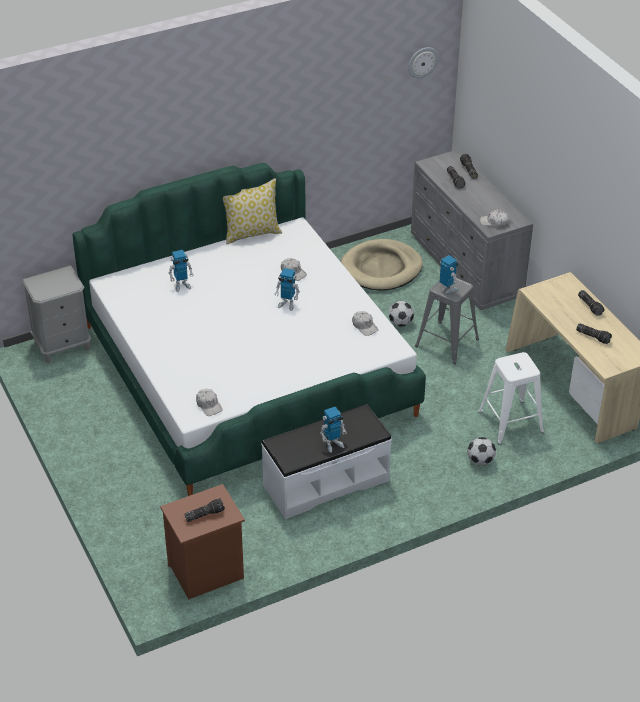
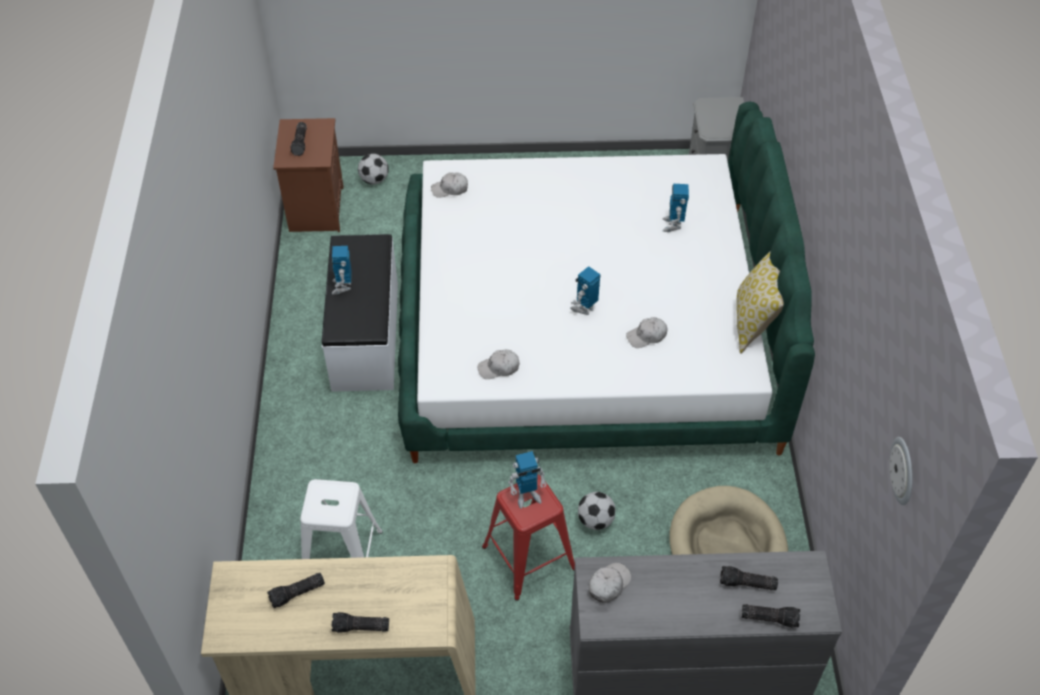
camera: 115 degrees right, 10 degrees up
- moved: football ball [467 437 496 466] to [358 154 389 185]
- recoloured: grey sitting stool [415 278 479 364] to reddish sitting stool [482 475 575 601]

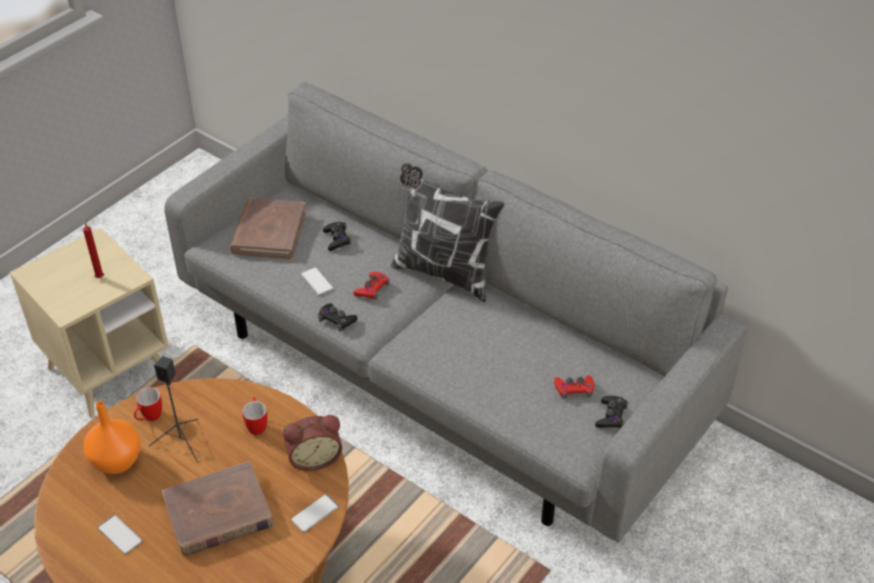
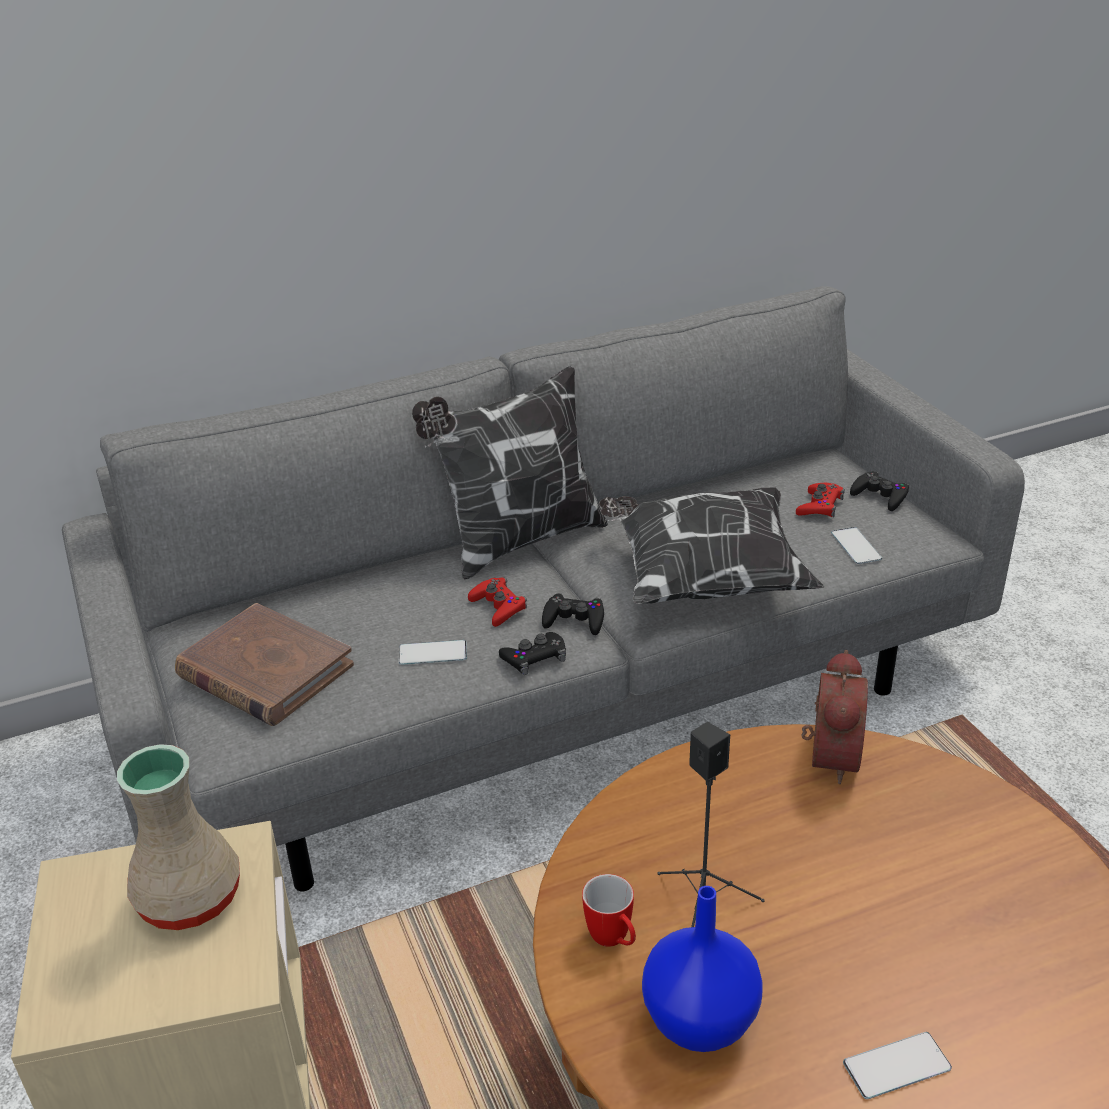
camera: 60 degrees left, 10 degrees down
- replaced: reddish wax candle [83 218 104 278] to beige decorative vase [117 744 240 930]
- moved: blackish gamepad [323 222 351 251] to [542 593 604 635]
- added: pillow [599 488 824 604]
- recoloured: orange-coloured decorative vase [83 401 140 474] to bluish decorative vase [642 886 763 1052]
- moved: handset [291 494 339 532] to [831 527 882 564]
- removed: brown bound book [162 461 274 556]
- removed: coffee mug [242 397 267 435]

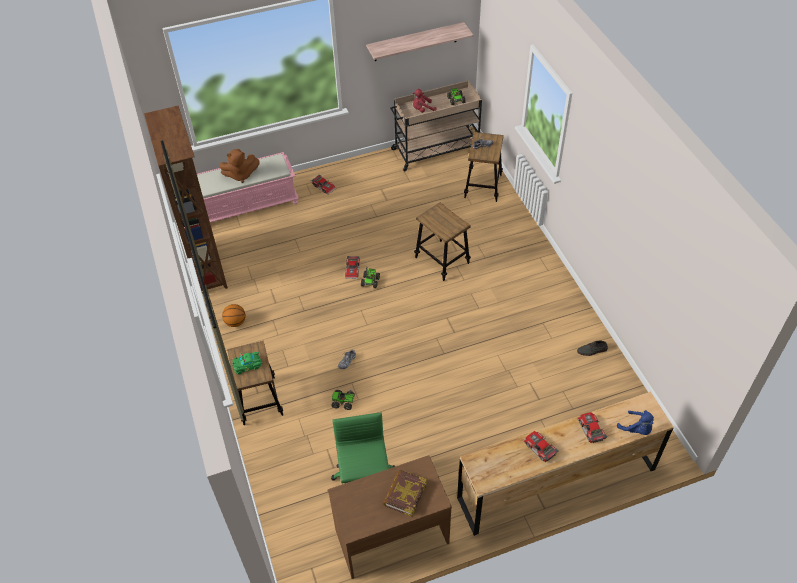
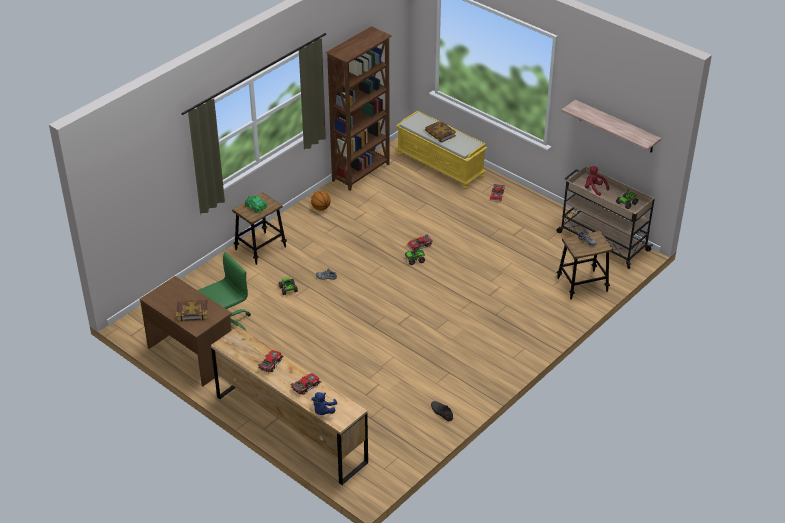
camera: 60 degrees right, 10 degrees down
- recoloured: pink-coloured indoor bench [197 152 299 222] to yellow indoor bench [396 111 488 189]
- replaced: brown plush toy [219 149 260 183] to bound book [425 120 456 143]
- removed: sitting stool [414 202 471 281]

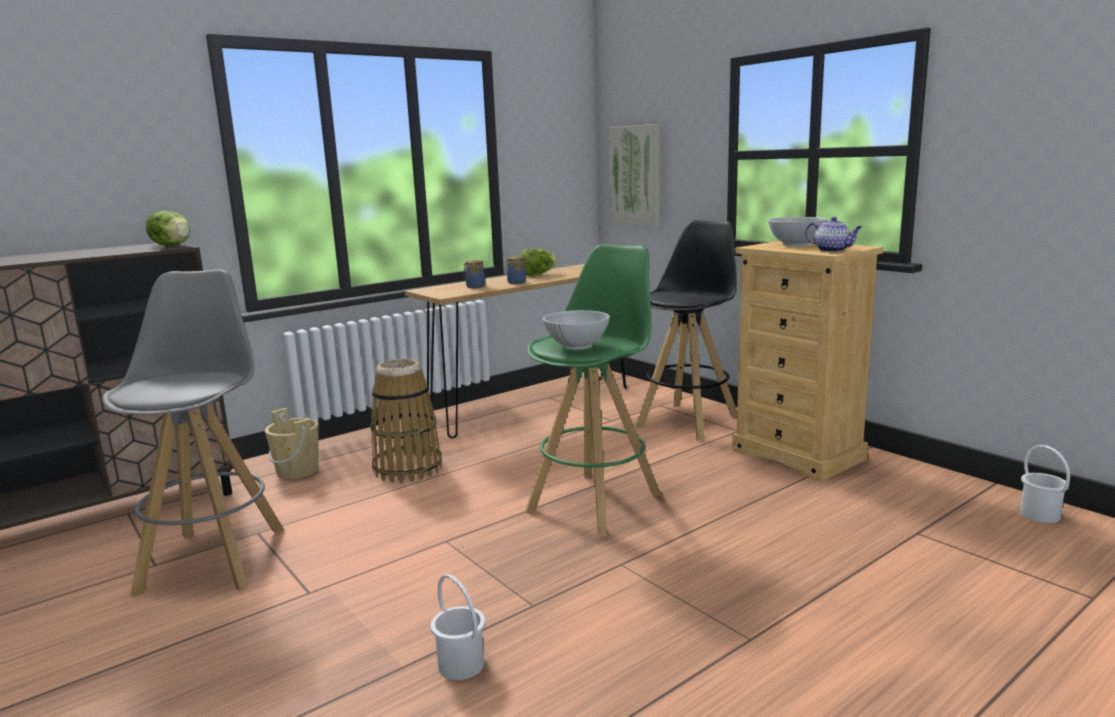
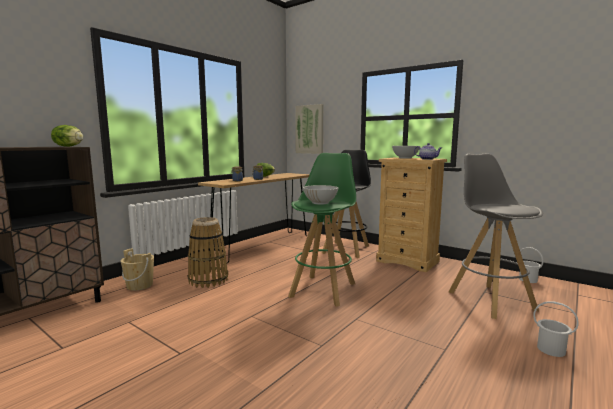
camera: 15 degrees left, 5 degrees down
- moved: grey sitting stool [102 269 284 598] to [448 153 543 319]
- moved: whitish pail [431 574 485 680] to [533 301 579 357]

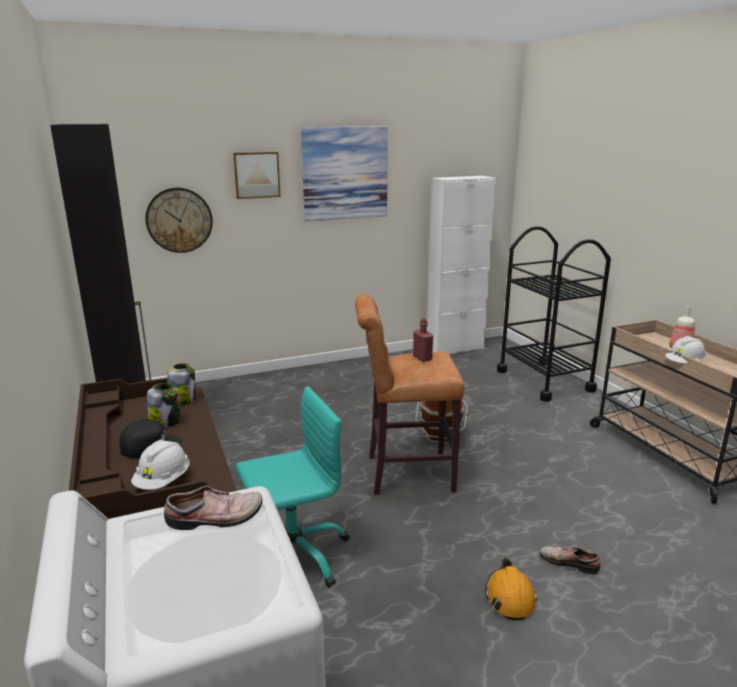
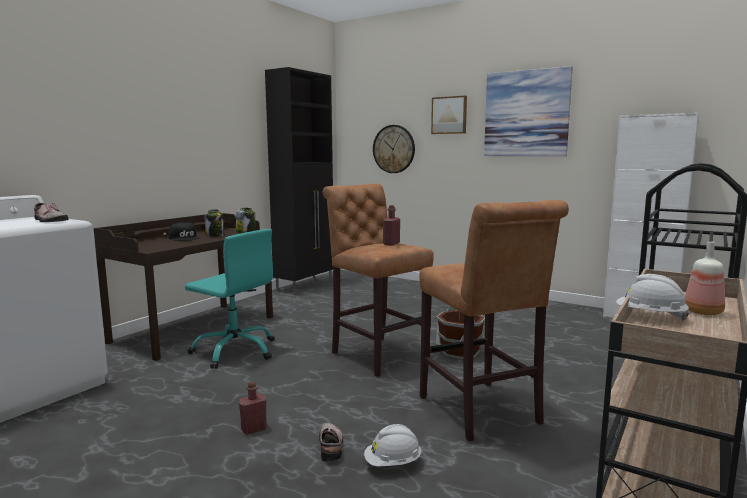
camera: 55 degrees right, 10 degrees down
- replaced: orange-coloured work helmet [485 558 537 620] to reddish bottle [239 381 267 435]
- moved: whitish work helmet [131 440 190 490] to [364 424 422 467]
- added: brown sitting stool [419 200 569 442]

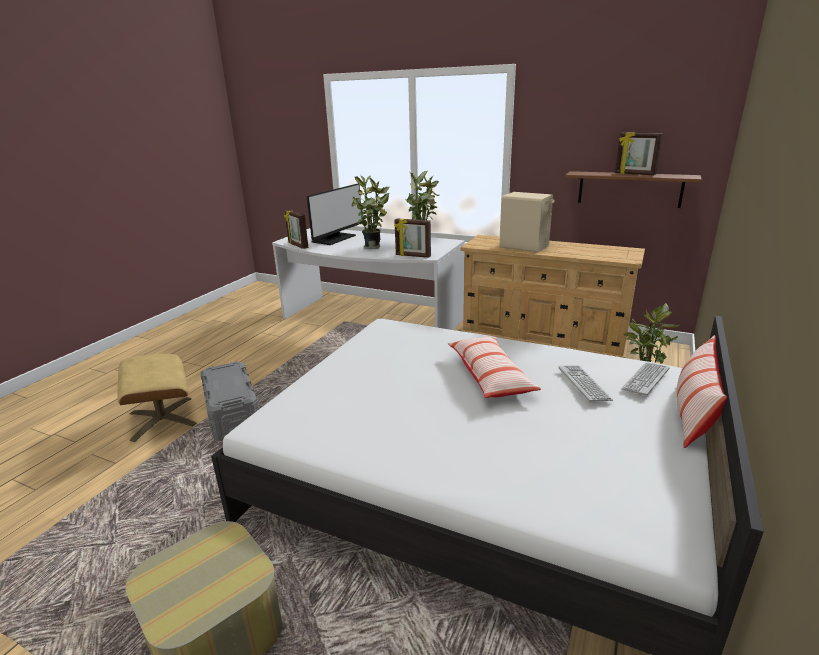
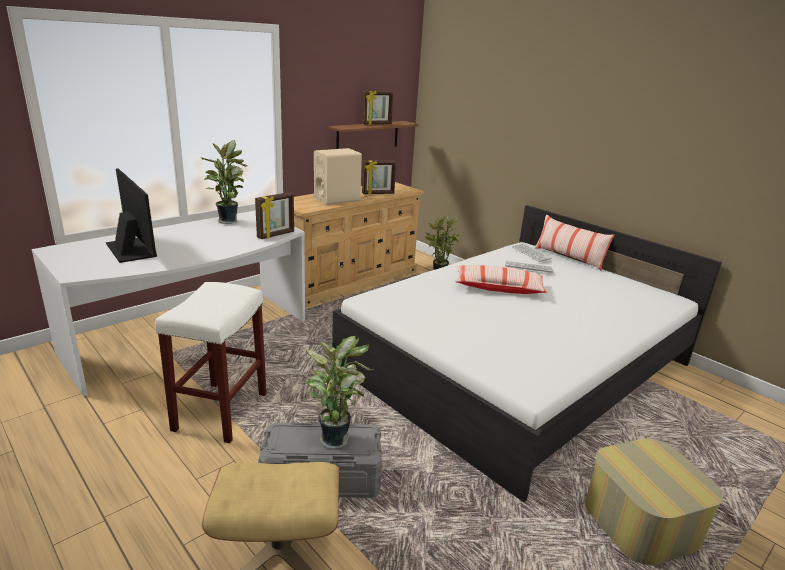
camera: 70 degrees left, 0 degrees up
- added: whitish sitting stool [155 282 267 443]
- moved: plant in a pot [352 176 389 249] to [306 336 374 449]
- moved: photo frame [284 210 308 249] to [362 160 396 195]

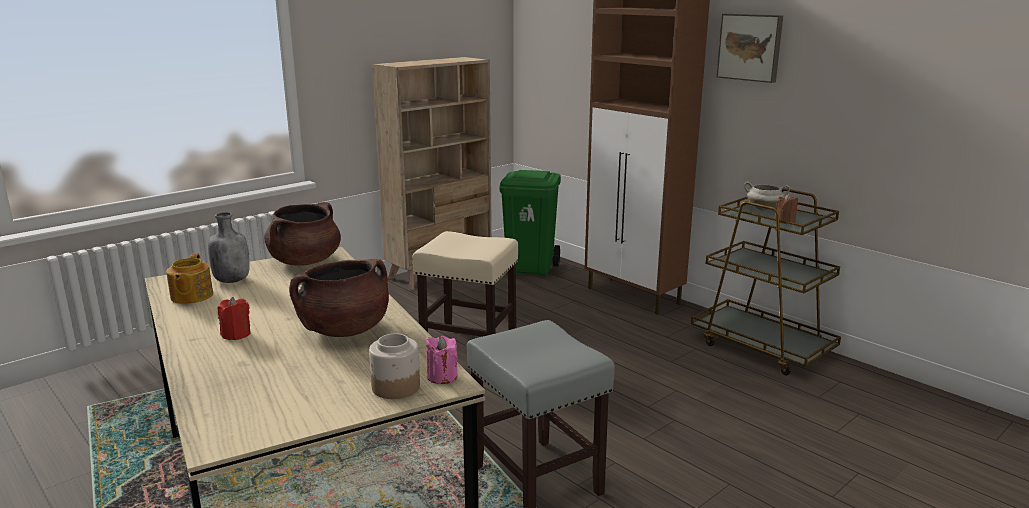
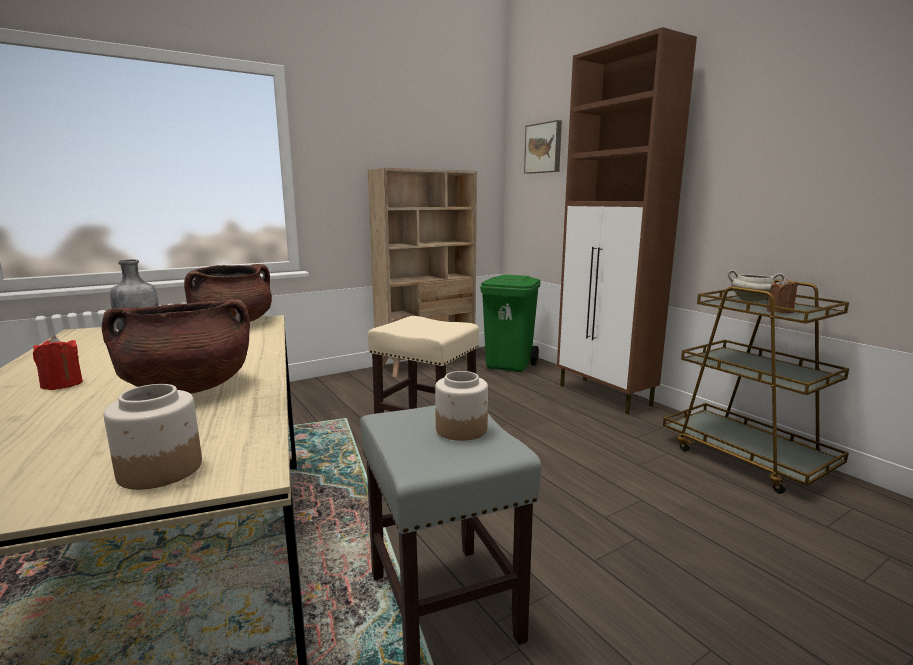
camera: 10 degrees right, 5 degrees down
- added: jar [435 371 488 441]
- moved: picture [717 14 783 83] to [524 120 562 174]
- removed: pot for tea [166 253 213 304]
- removed: pink-coloured wax candle [426 336 458 384]

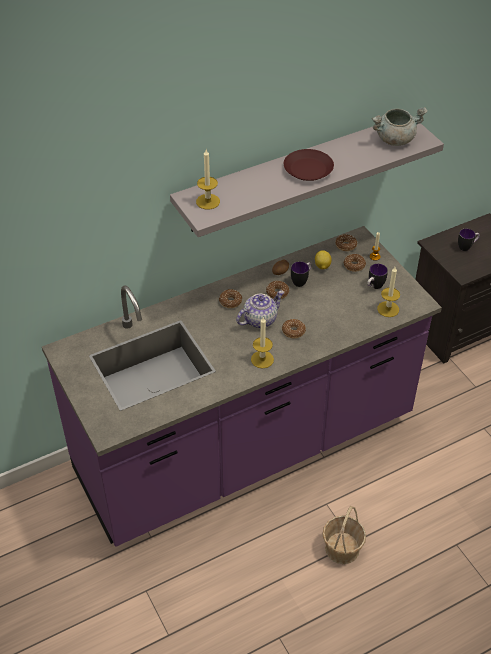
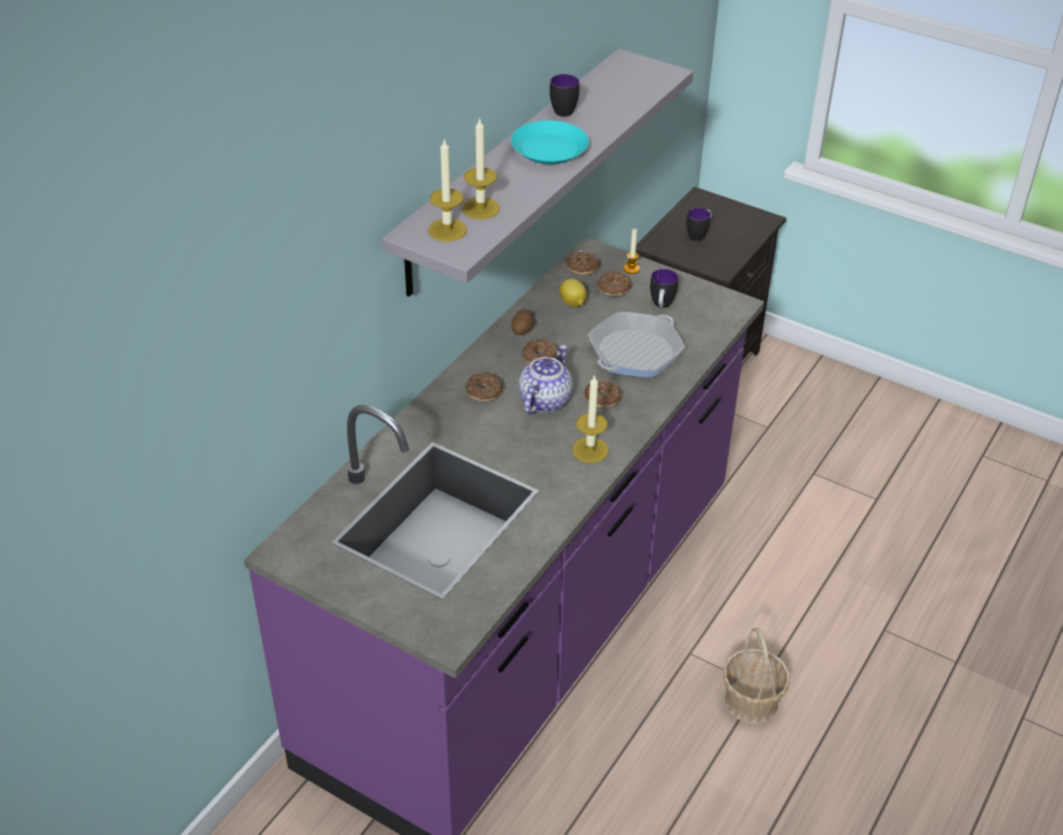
camera: 30 degrees left, 5 degrees down
- moved: wax candle [377 267 400 317] to [462 117 500 219]
- recoloured: brown plate [284 149 334 181] to turquoise-coloured plate [511 120 589 164]
- moved: coffee mug [291 262 311 287] to [550 74 579 117]
- added: pan [588 312 685 378]
- removed: grey stockpot [372 107 428 146]

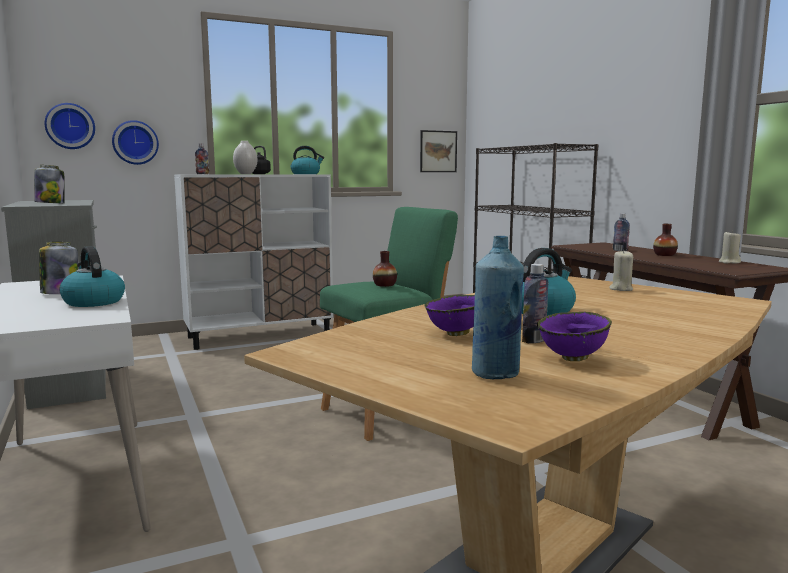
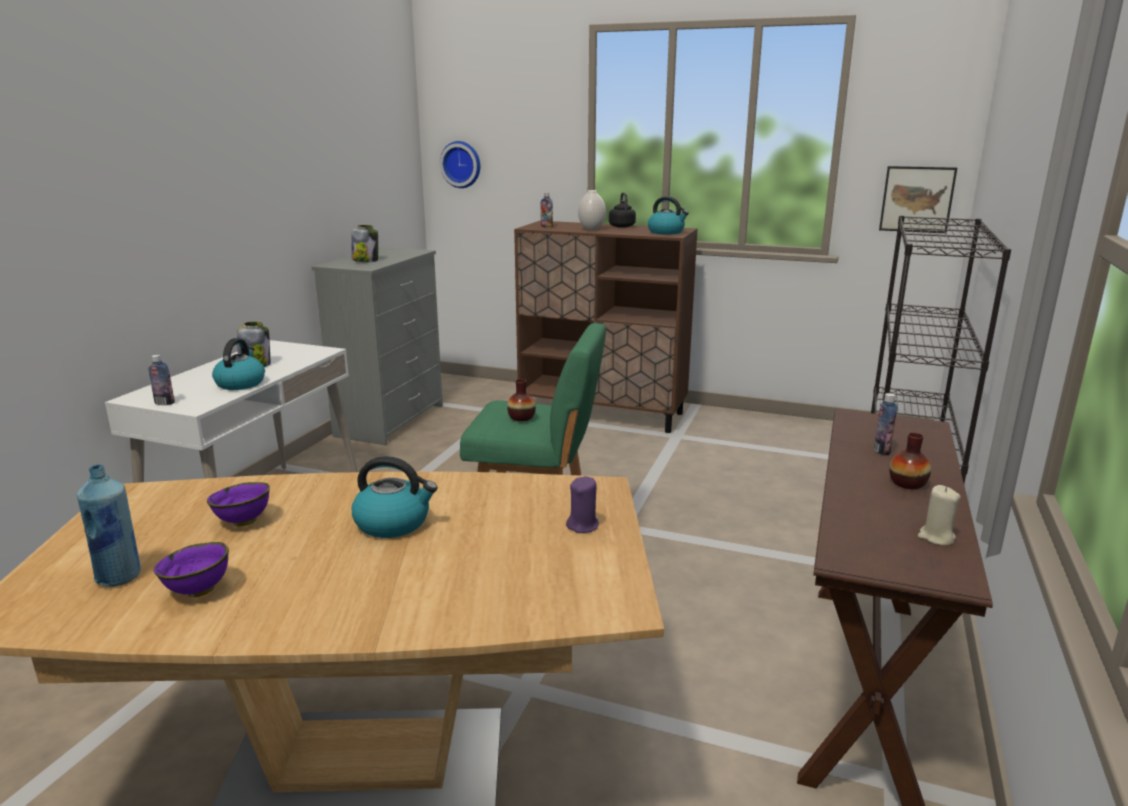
camera: 45 degrees right, 10 degrees up
- moved: bottle [522 264 548 343] to [148 355 175 405]
- recoloured: whitish cupboard [174 174 333 350] to brown cupboard [514 221 698 433]
- recoloured: beige wax candle [609 250 633 291] to purple-coloured wax candle [566 476 599 533]
- removed: hanging clock [112 120 159 165]

